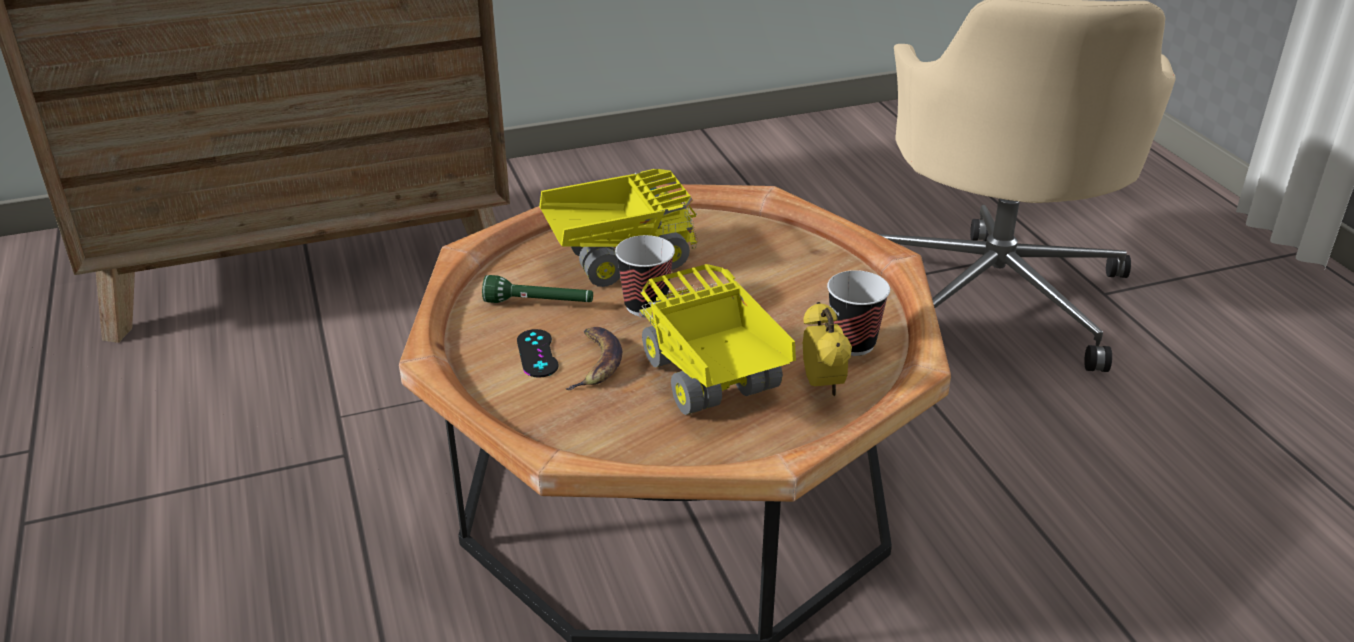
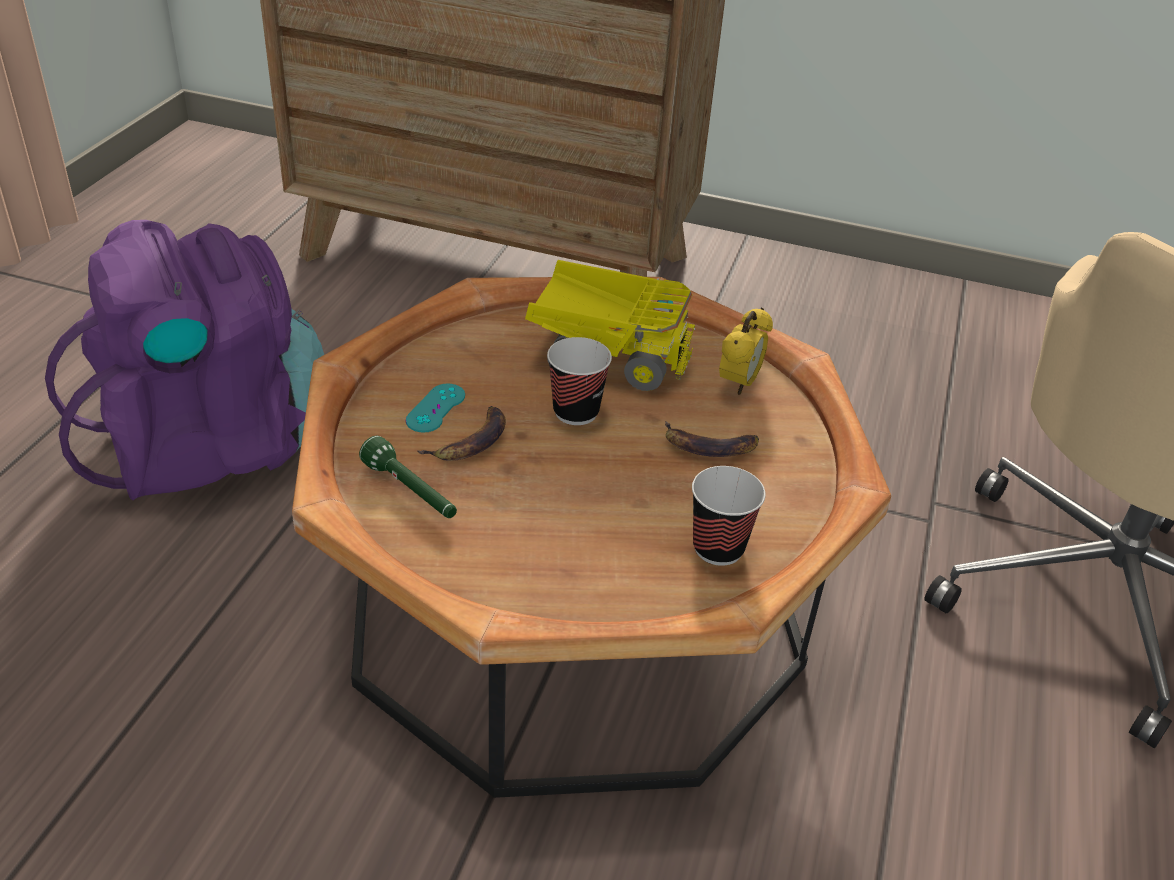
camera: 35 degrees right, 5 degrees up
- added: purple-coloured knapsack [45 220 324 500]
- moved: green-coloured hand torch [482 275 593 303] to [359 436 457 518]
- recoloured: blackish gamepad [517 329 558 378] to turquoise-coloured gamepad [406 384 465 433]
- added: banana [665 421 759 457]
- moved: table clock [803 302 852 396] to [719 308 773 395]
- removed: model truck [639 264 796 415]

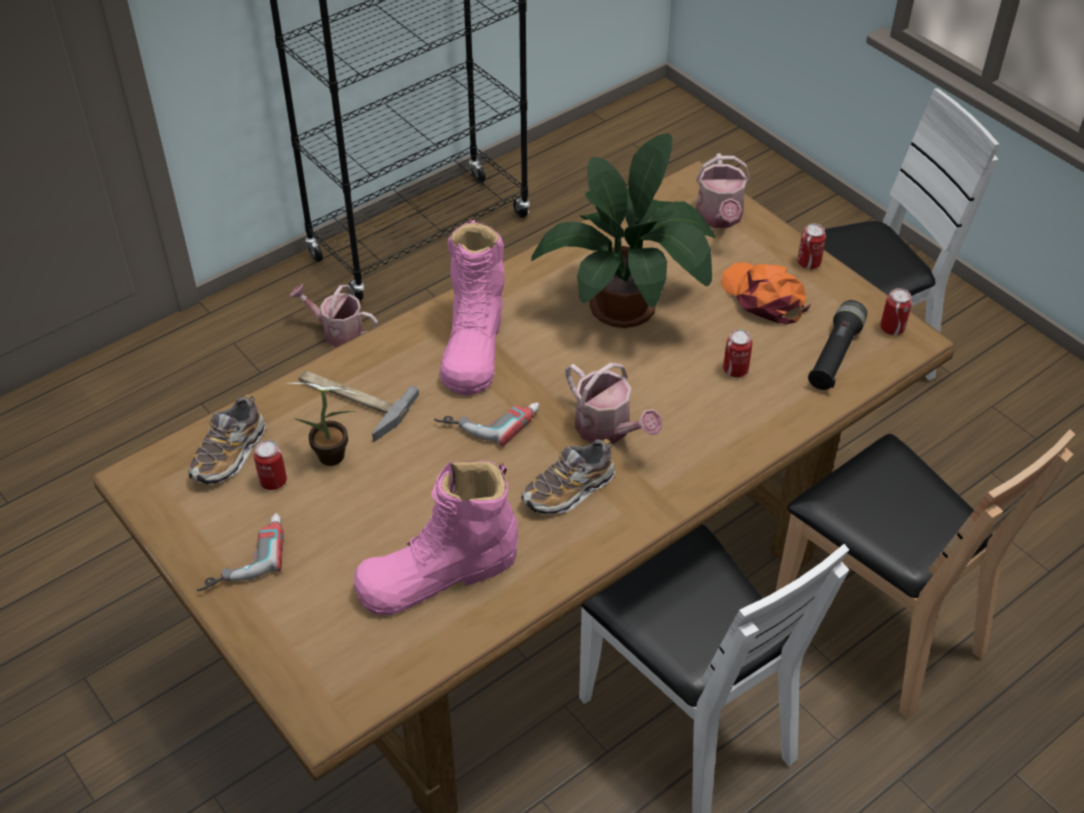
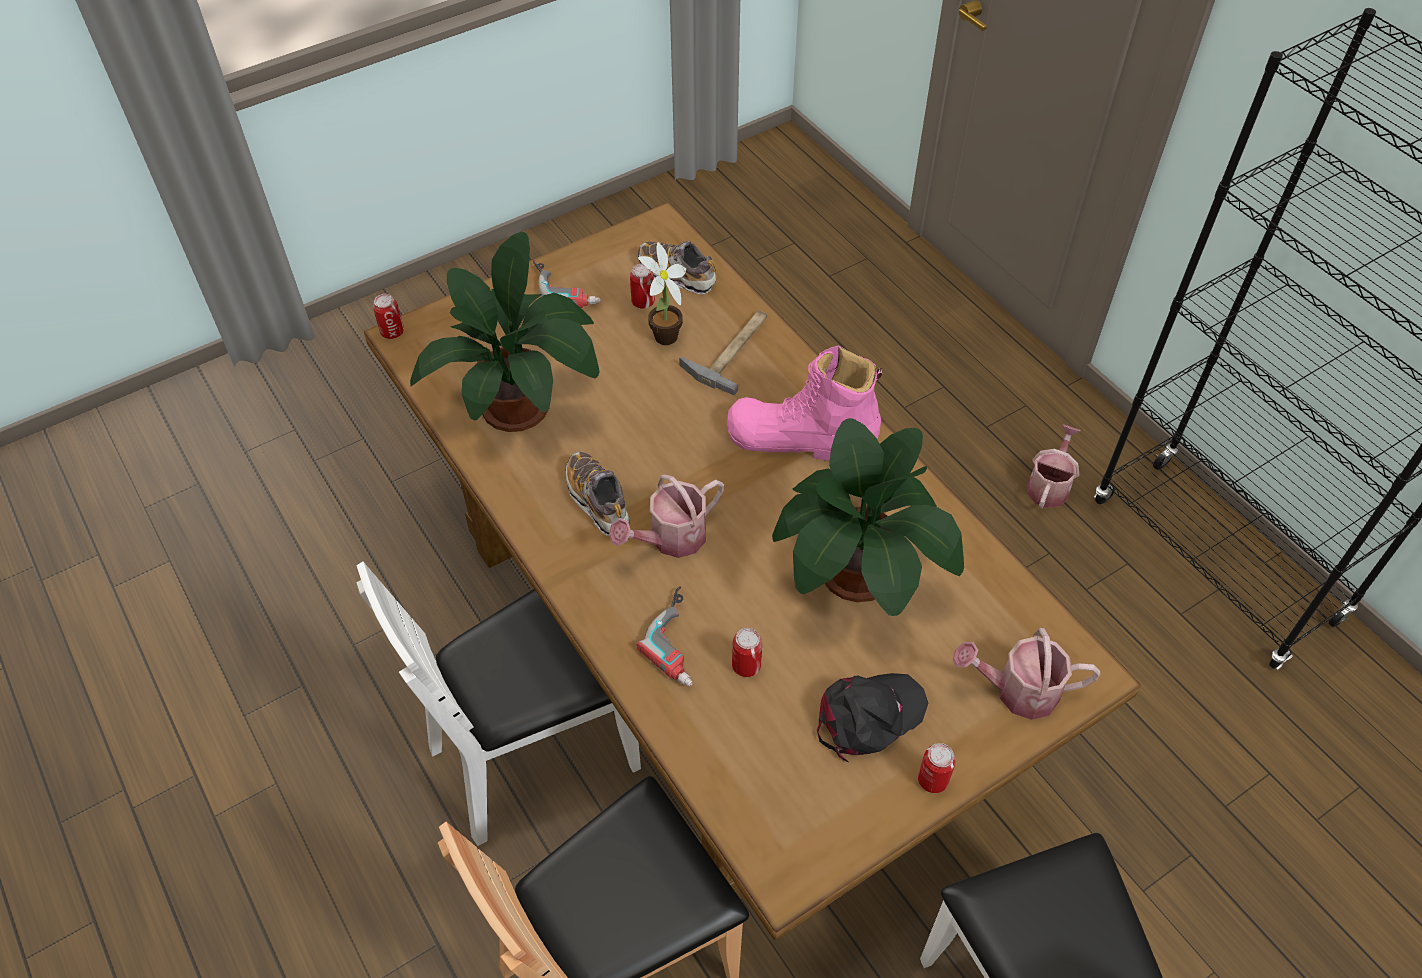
camera: 95 degrees right, 5 degrees up
- moved: sealed can [880 288 912 335] to [373 294 404 339]
- replaced: pink-coloured boot [354 461 518 615] to plant in a pot [410 232 600 432]
- moved: power drill [434 402 540 447] to [636 586 693 687]
- recoloured: orange-coloured baseball cap [721 262 811 325] to blackish baseball cap [817 673 928 762]
- removed: blackish hand torch [808 300 867 390]

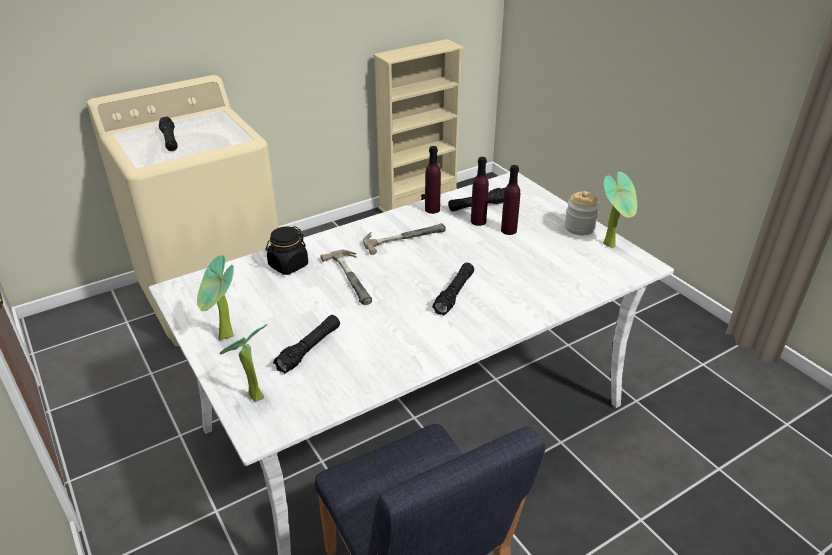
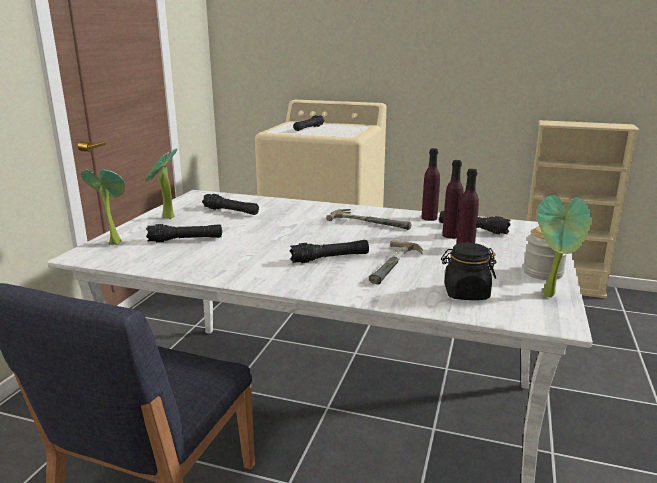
camera: 50 degrees right, 15 degrees down
- added: blackish hand torch [202 194 259 215]
- moved: hand hammer [320 250 372 305] to [369 240 423 285]
- moved: blackish jar [266 226 308 275] to [441 243 496 300]

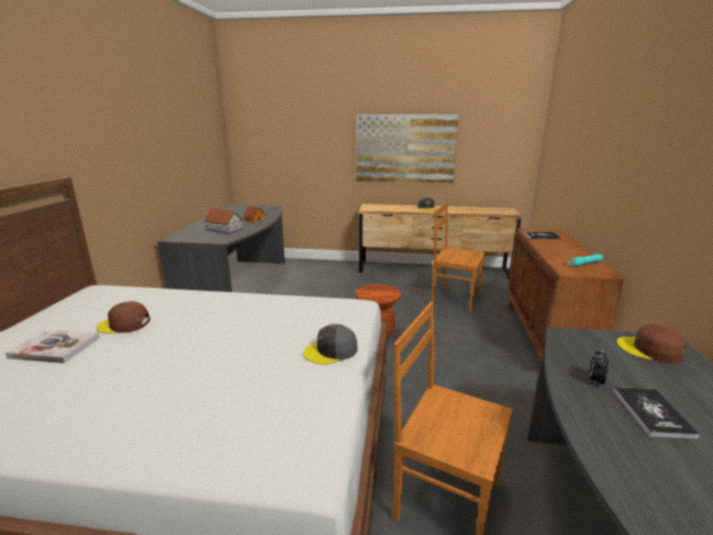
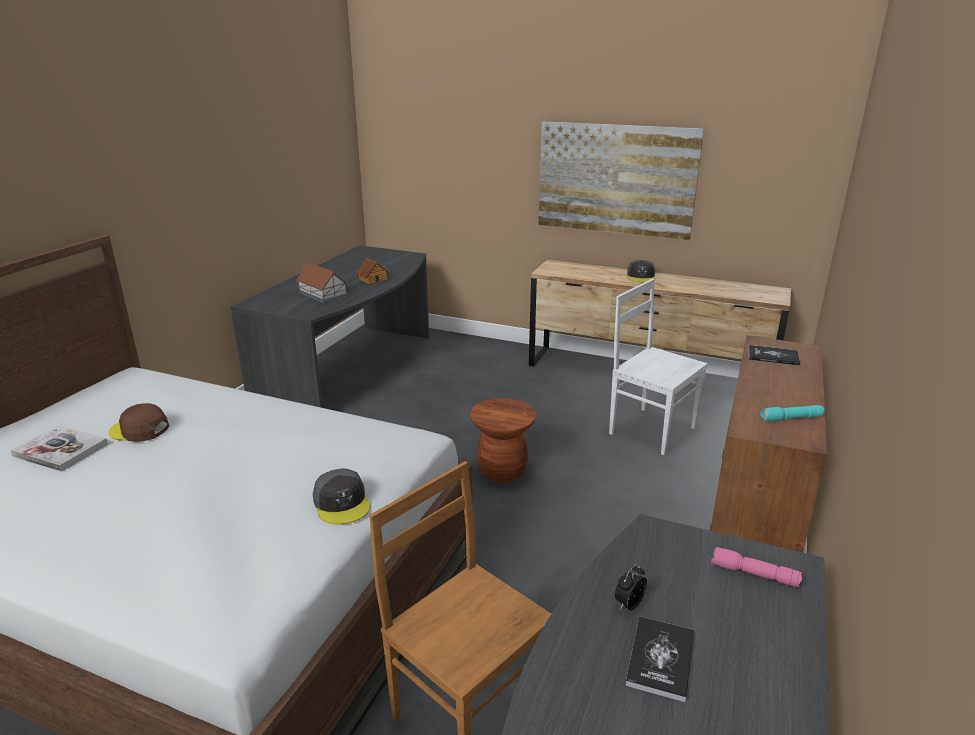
camera: 15 degrees right, 5 degrees up
- turned: grey baseball cap [304 324 358 364] = [313 468 370 525] 105 degrees counterclockwise
- recoloured: brown upright chair [431 203 486 312] to whitish upright chair [609 279 708 455]
- replaced: brown baseball cap [617 325 686 363] to pink-coloured hand torch [711 547 803 588]

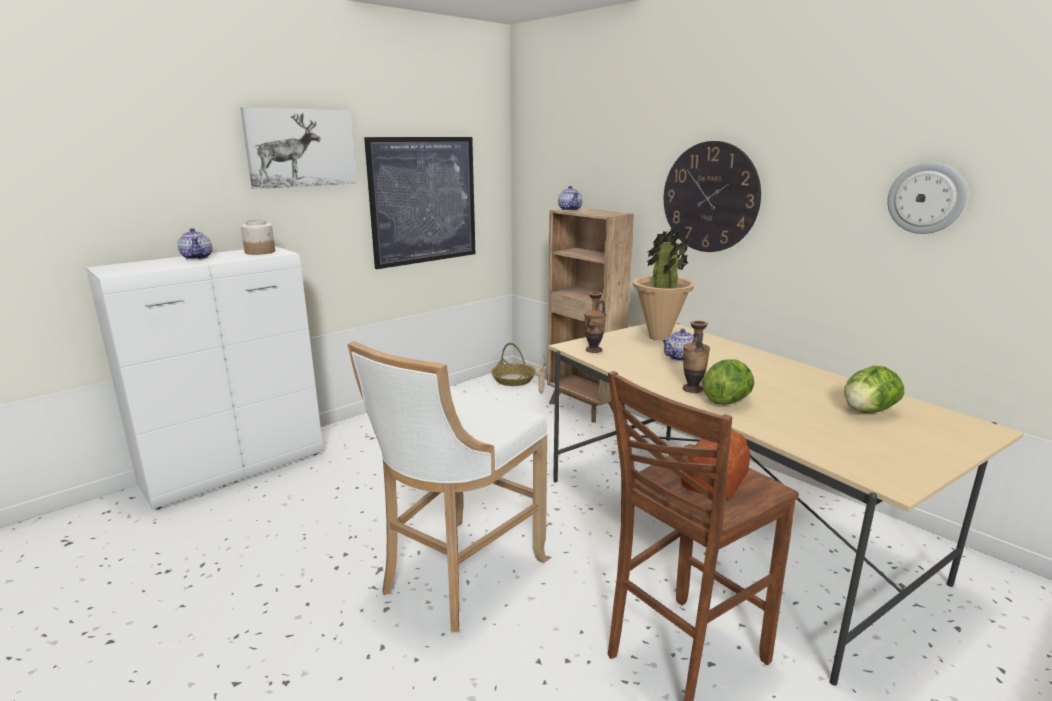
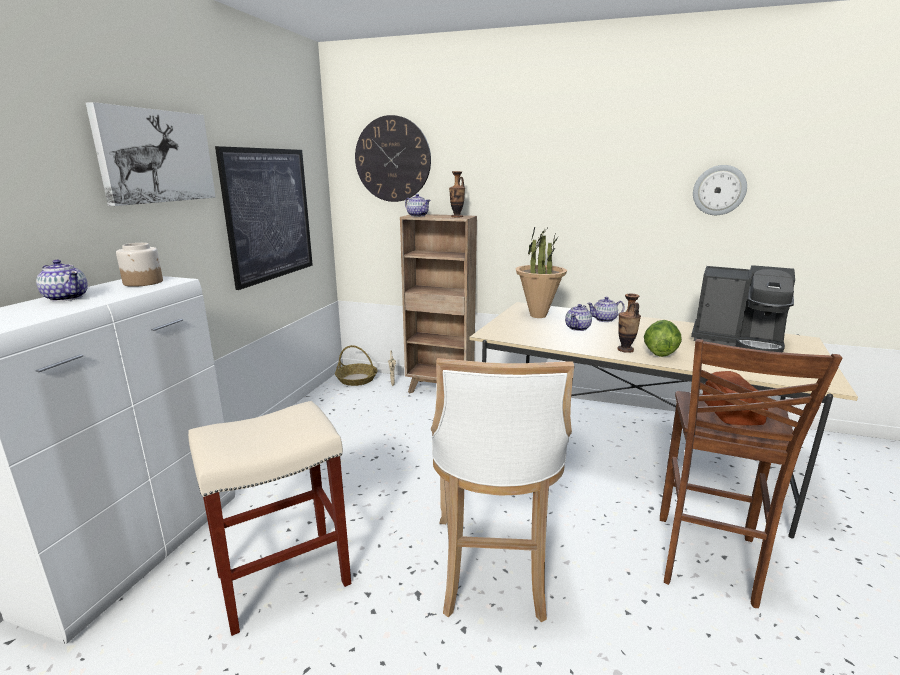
camera: 30 degrees left, 0 degrees up
- added: beige sitting stool [188 401 351 636]
- moved: hanging clock [664 141 761 252] to [355 115 431 202]
- moved: decorative vase [584 291 606 353] to [449 171 465 218]
- added: pot for tea [587 297 625 322]
- replaced: lettuce head [844 366 904 413] to coffee machine [691 265 795 352]

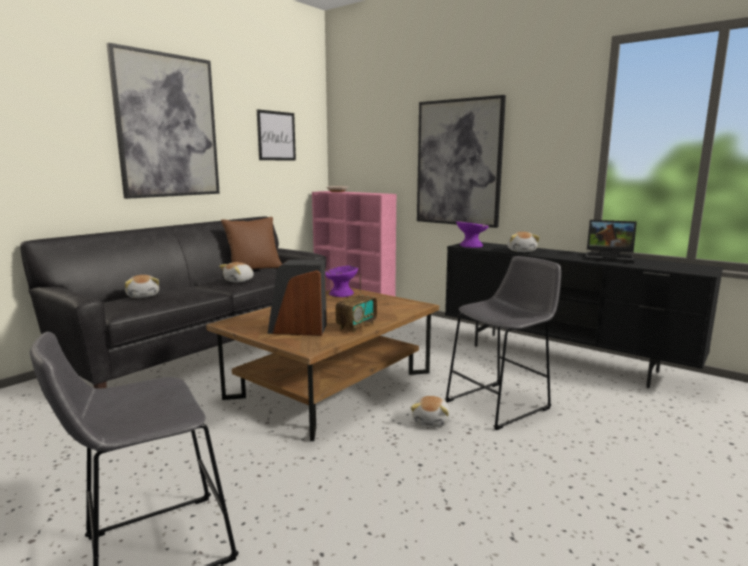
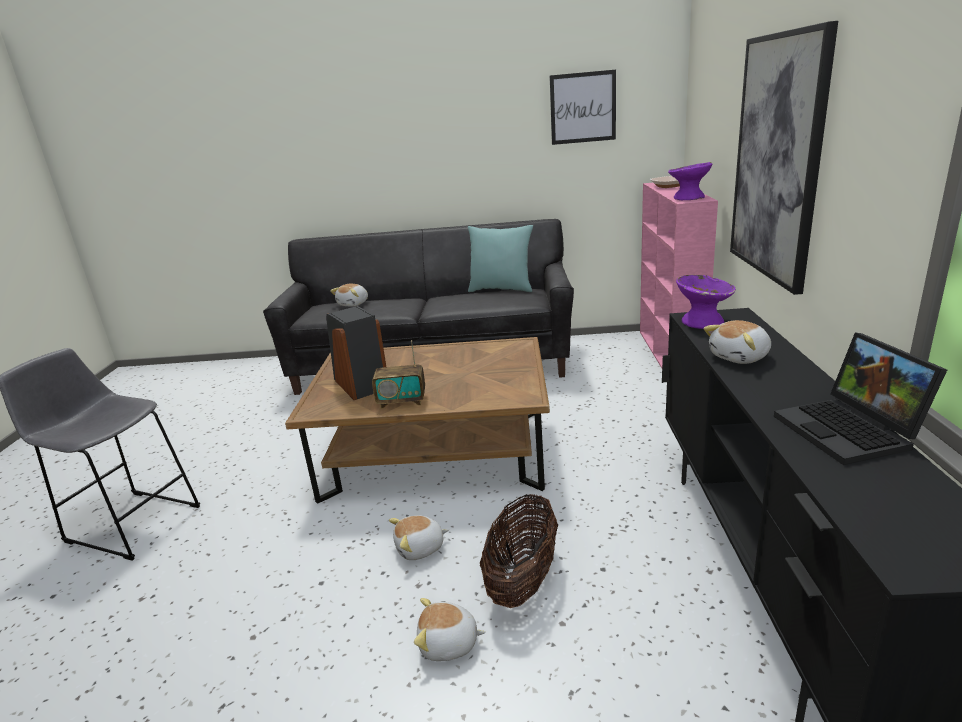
camera: 55 degrees right, 10 degrees up
- moved: plush toy [219 262 253 283] to [414 598 486 661]
- recoloured: brown pillow [221 217 282 269] to turquoise-coloured pillow [468 225 533 292]
- replaced: grey sitting stool [445 256 561 430] to household basket [480 494 558 608]
- moved: purple-coloured bowl [326 265 358 297] to [668 162 712 200]
- removed: picture [107 43 220 199]

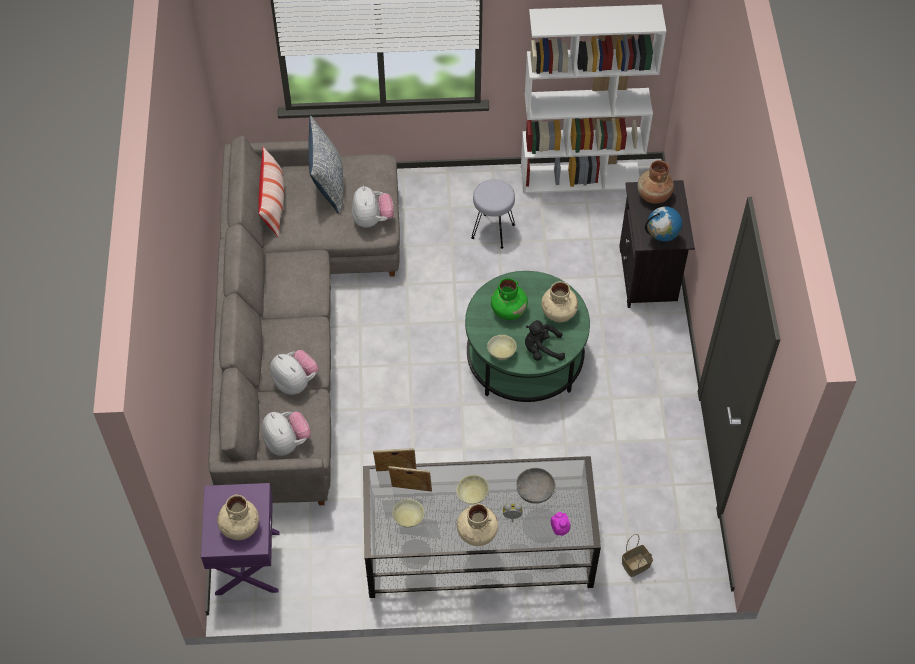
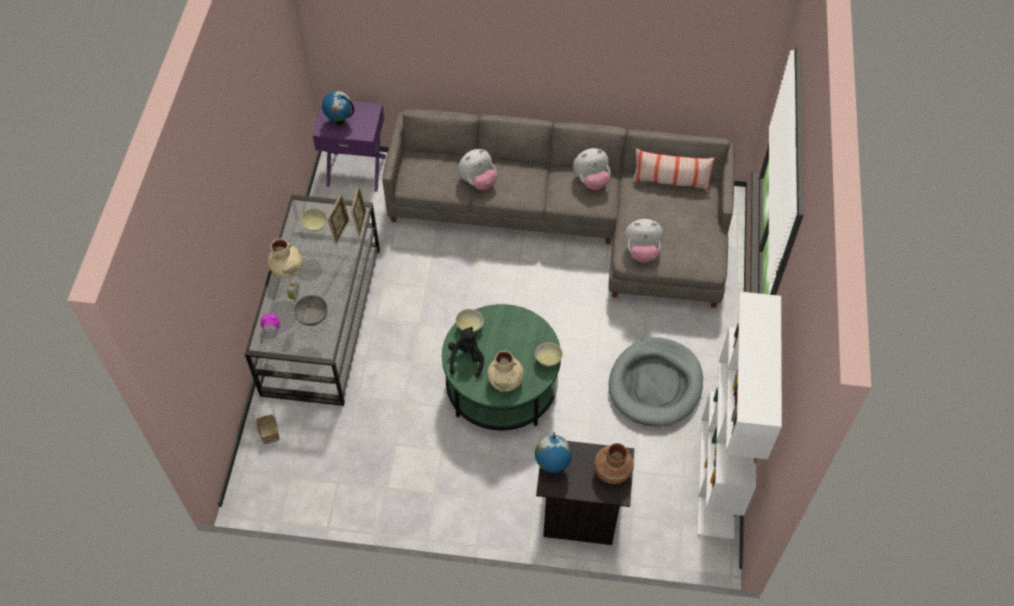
camera: 100 degrees right, 0 degrees up
- replaced: beige decorative vase [217 494 259 540] to desk globe [322 91 354 125]
- moved: beige bowl [456 475 489 504] to [535 342 563 367]
- moved: plush toy [262 412 311 456] to [573 148 611 190]
- replaced: grey sitting stool [471 179 515 249] to grey pet bed [609 337 703 426]
- removed: pillow [309 116 343 214]
- removed: green-coloured decorative vase [491 278 528 320]

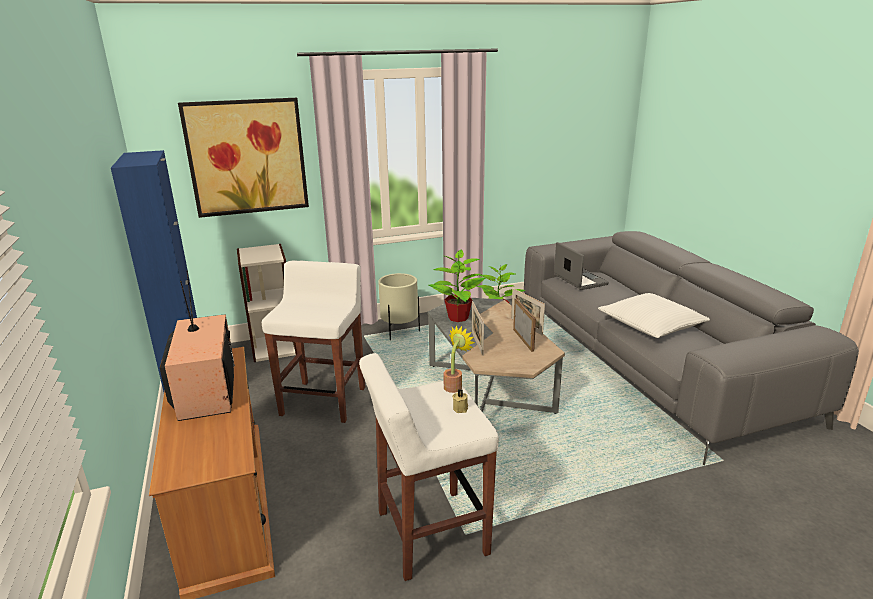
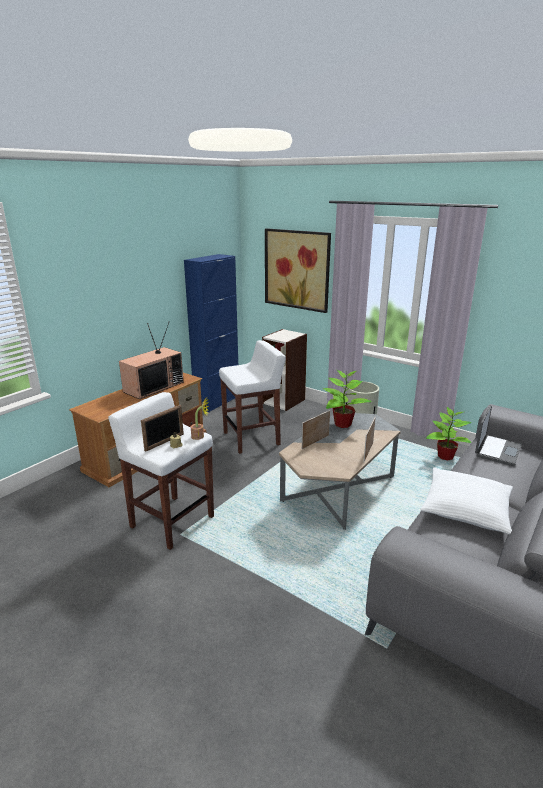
camera: 55 degrees right, 0 degrees up
- moved: photo frame [513 298 536 352] to [141 405 184 452]

